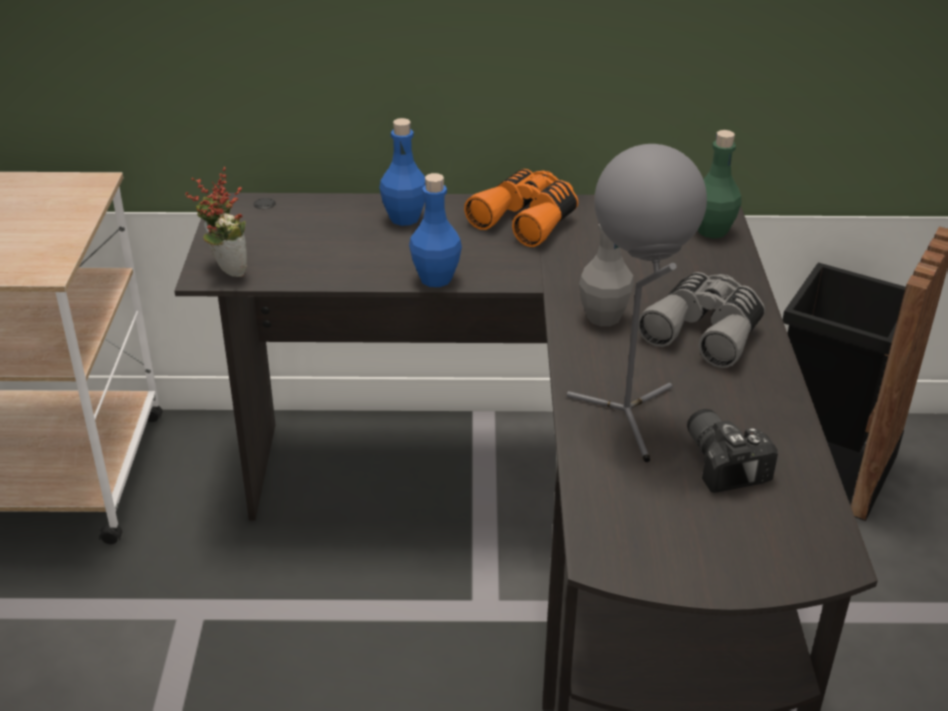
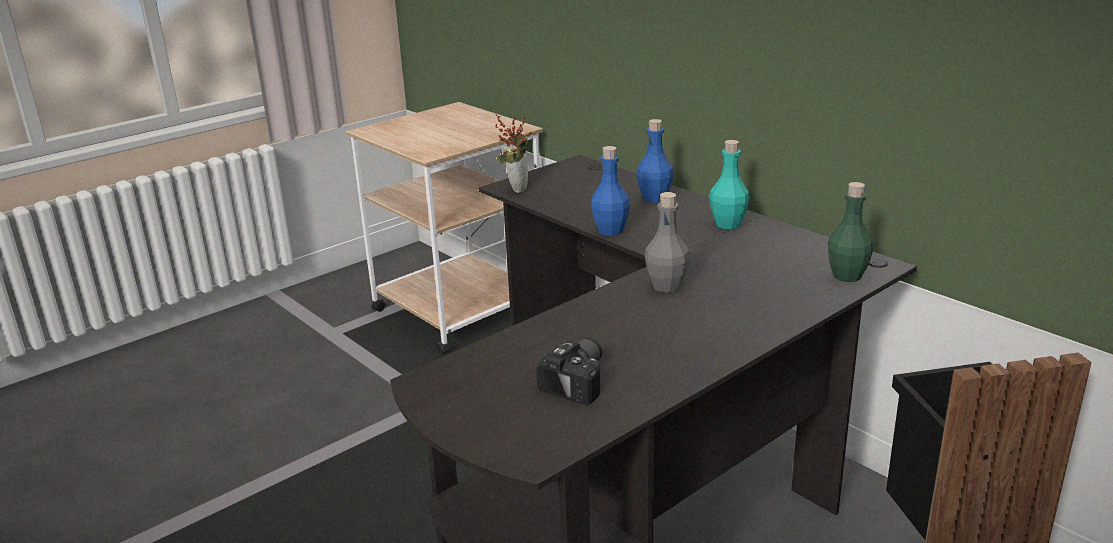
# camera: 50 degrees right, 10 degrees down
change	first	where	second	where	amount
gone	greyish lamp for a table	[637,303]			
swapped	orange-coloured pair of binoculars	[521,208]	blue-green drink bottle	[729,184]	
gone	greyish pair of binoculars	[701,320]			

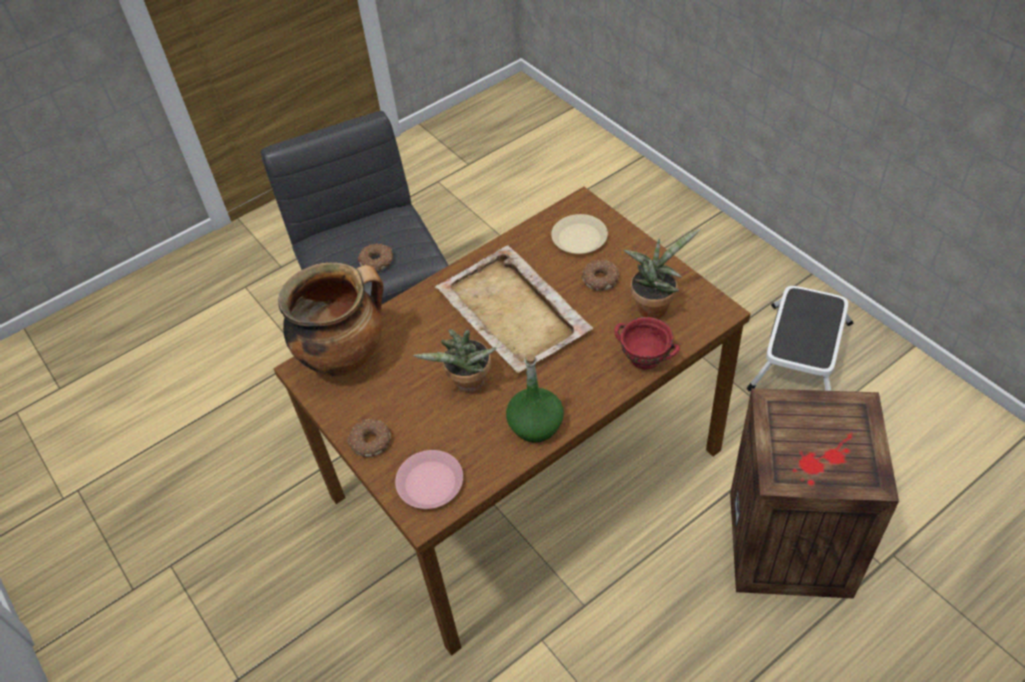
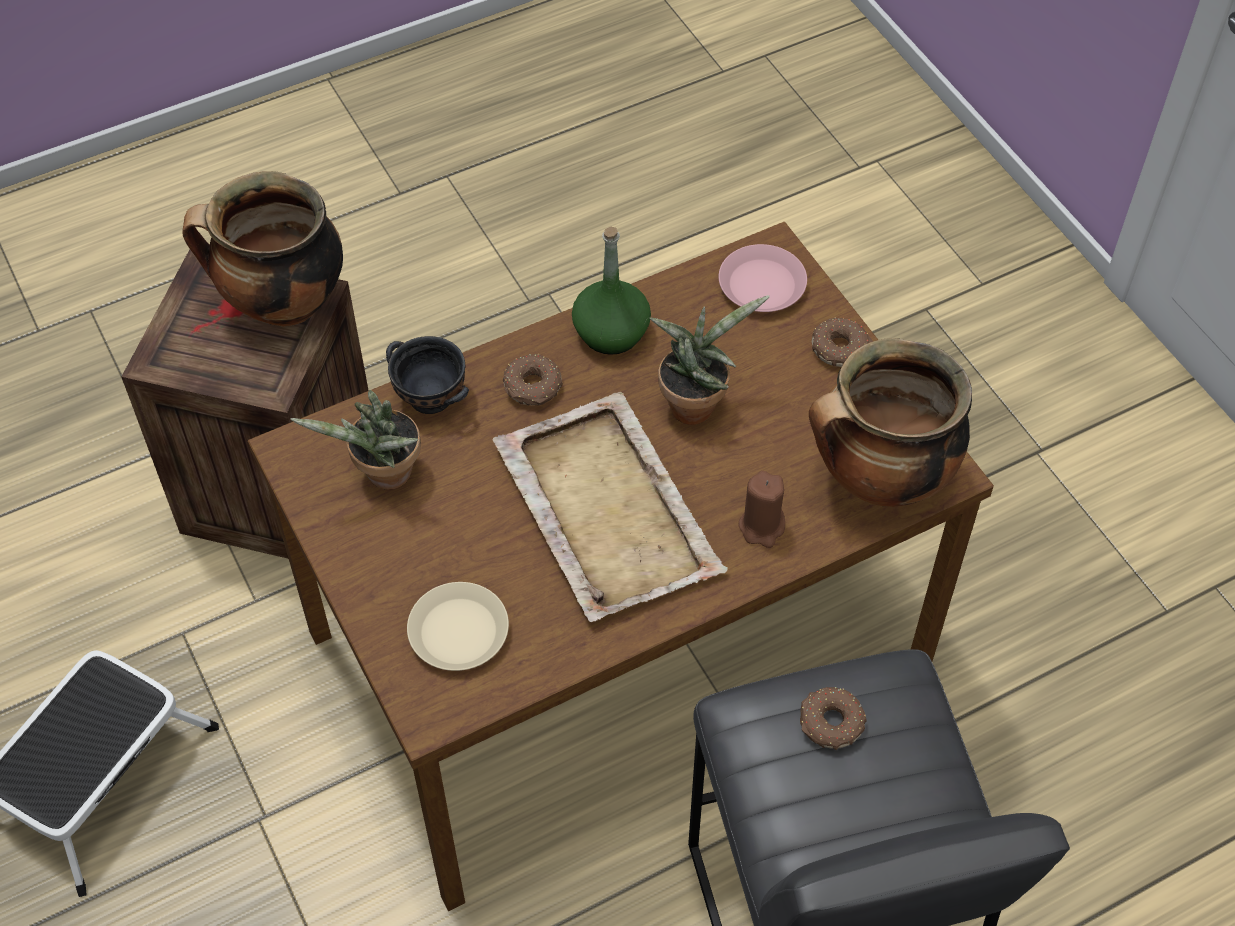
# camera: 175 degrees left, 5 degrees up
change	first	where	second	where	amount
shifted	doughnut	[600,275]		[533,379]	
repainted	red-coloured deep dish	[647,343]	black deep dish	[427,375]	
new			cooking pot	[262,249]	
new			brownish wax candle	[762,509]	

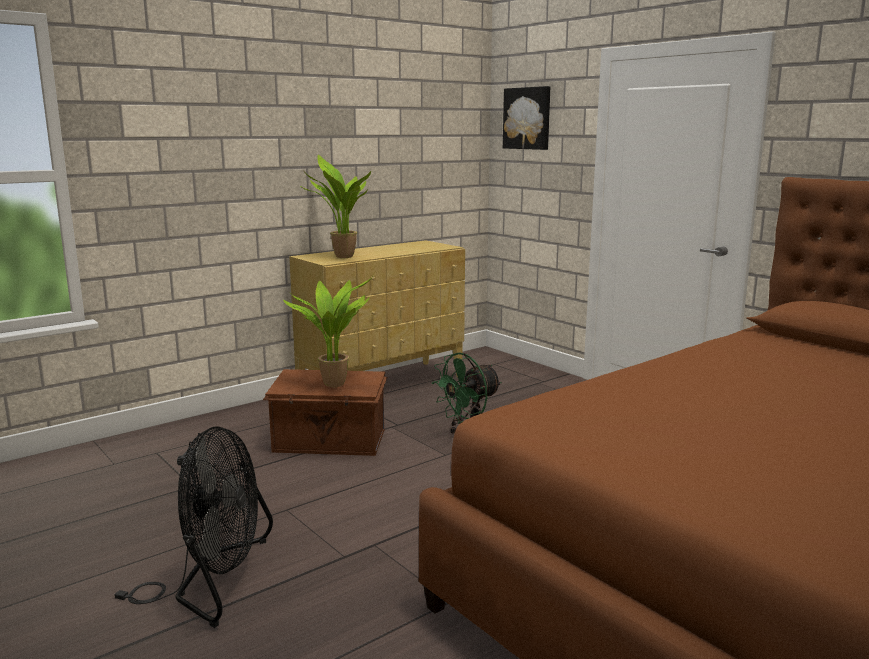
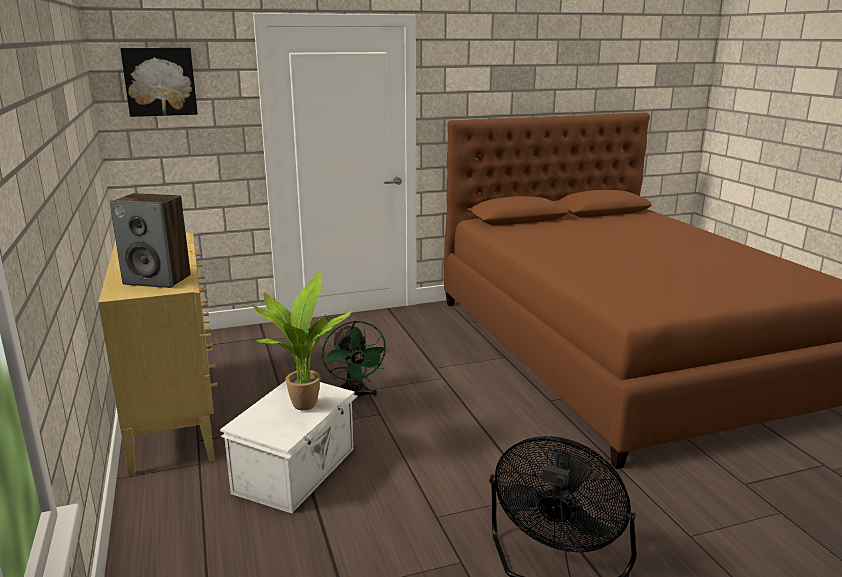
# camera: 70 degrees left, 5 degrees up
change	first	where	second	where	amount
swapped	houseplant	[334,206]	speaker	[150,240]	
repainted	brownish storage container	[325,412]	white-coloured storage container	[288,447]	

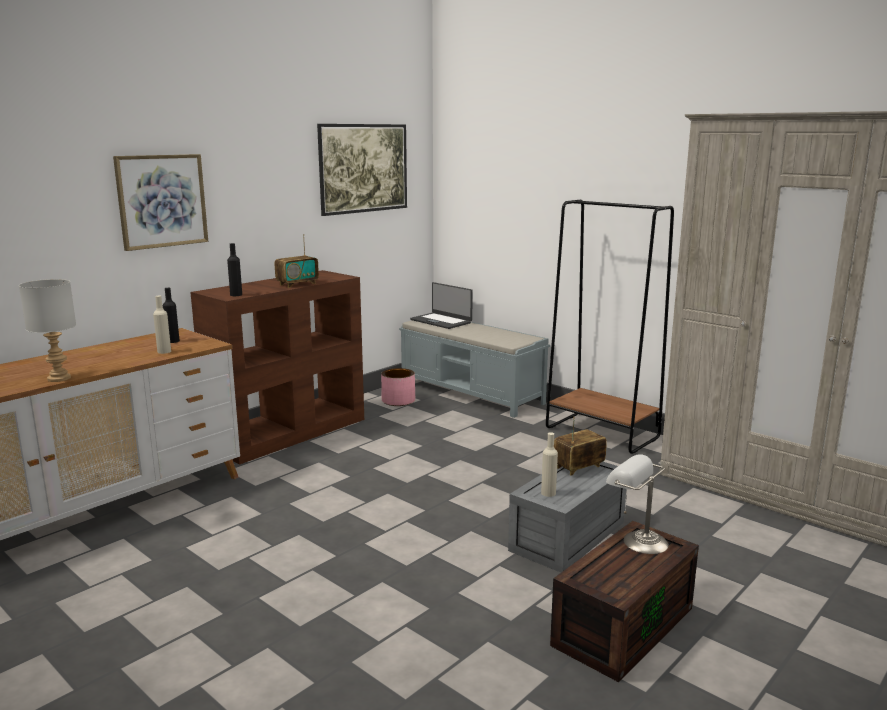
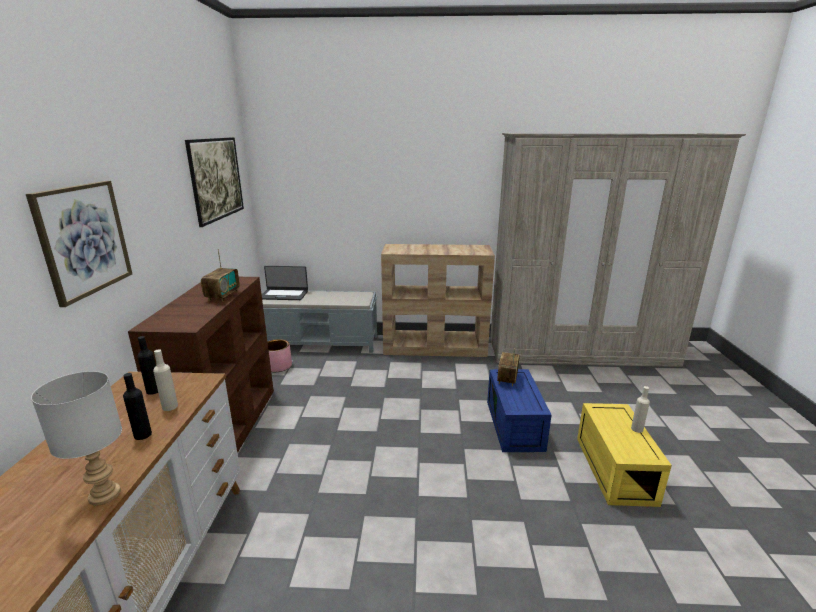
# camera: 40 degrees left, 5 degrees up
change	first	where	second	where	amount
swapped	garment stand	[610,327]	brownish bookshelf	[438,300]	
shifted	black drink bottle	[234,269]		[137,406]	
shifted	beige-coloured drink bottle	[549,464]		[640,409]	
gone	white-coloured lamp for a table	[637,504]			
repainted	greyish storage container	[567,517]	blue-coloured storage container	[519,410]	
repainted	brownish storage container	[624,601]	yellow storage container	[624,455]	

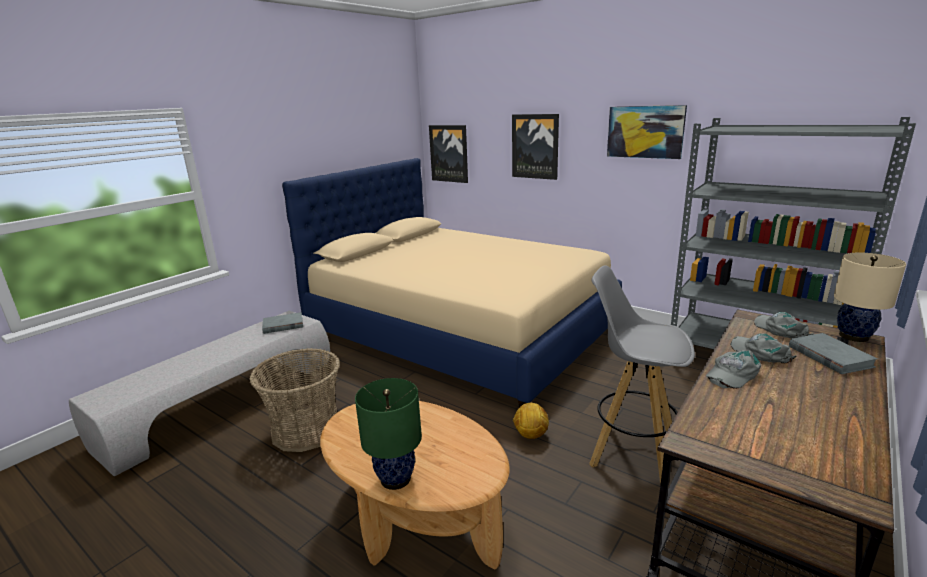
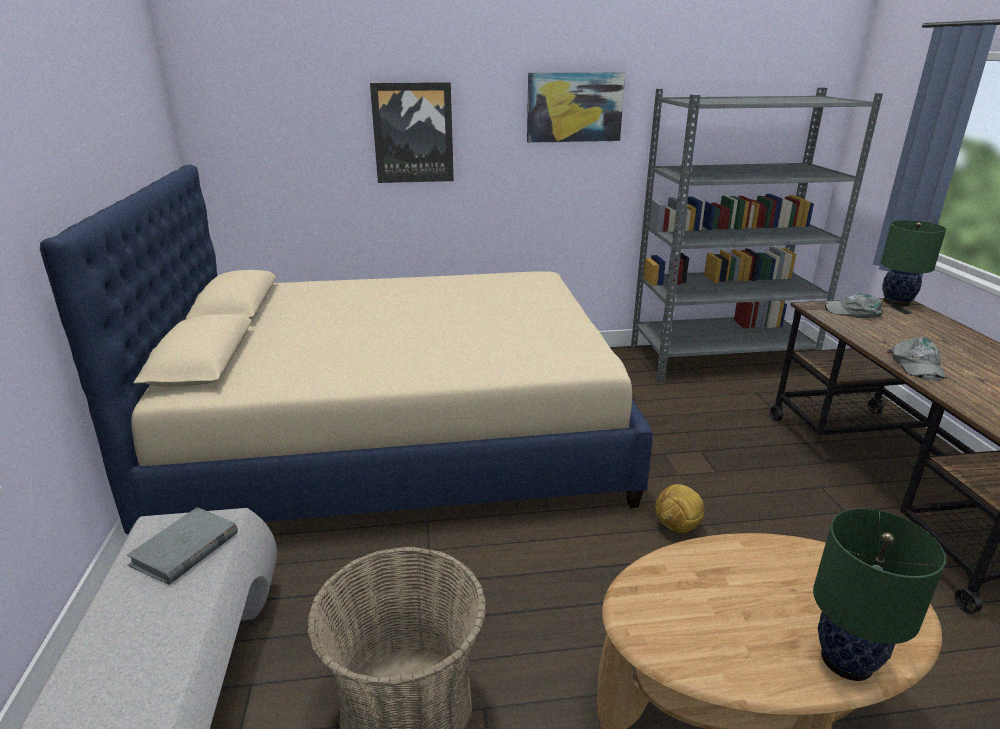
# camera: 45 degrees left, 5 degrees up
change	first	where	second	where	amount
gone	wall picture	[448,154]			
repainted	beige-coloured lamp for a table	[870,297]	green lamp for a table	[913,263]	
gone	greyish stool	[642,374]			
gone	greyish baseball cap	[763,348]			
gone	greyish book	[833,353]			

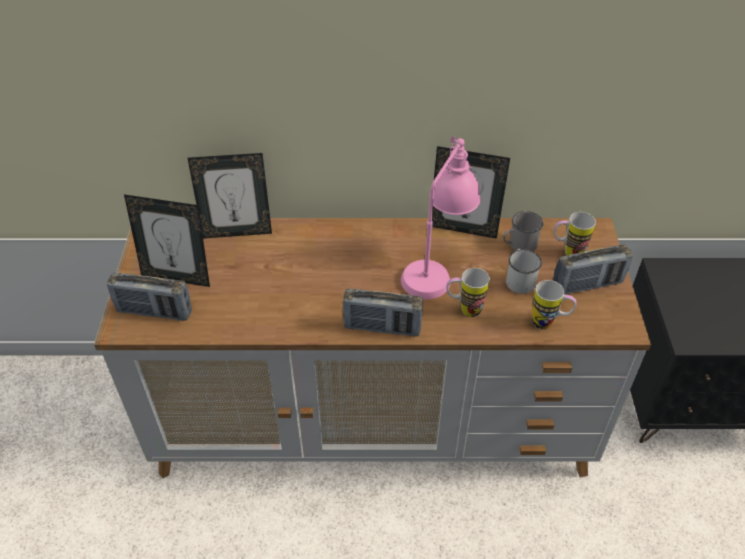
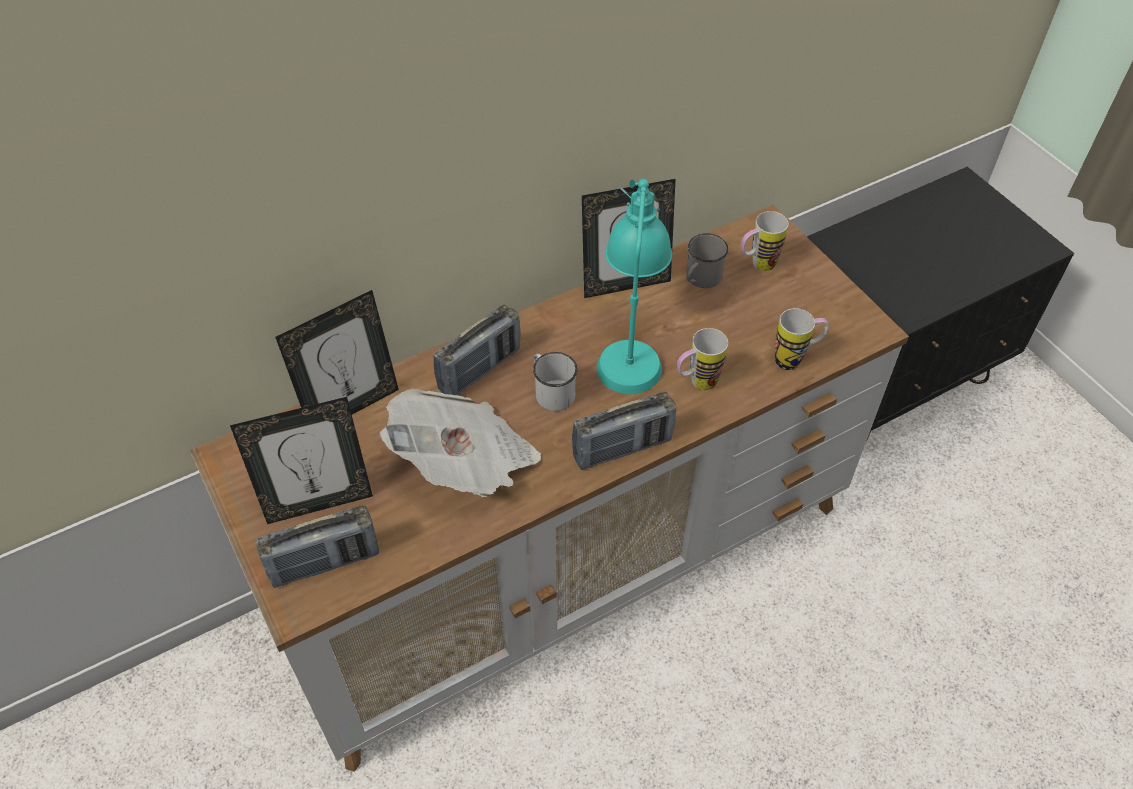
# camera: 30 degrees left, 5 degrees up
change	first	where	second	where	amount
repainted	pink-coloured lamp for a table	[441,217]	blue-green lamp for a table	[634,286]	
shifted	radio	[593,269]		[477,350]	
shifted	white-coloured coffee mug	[524,271]		[555,381]	
new			daily paper	[460,443]	

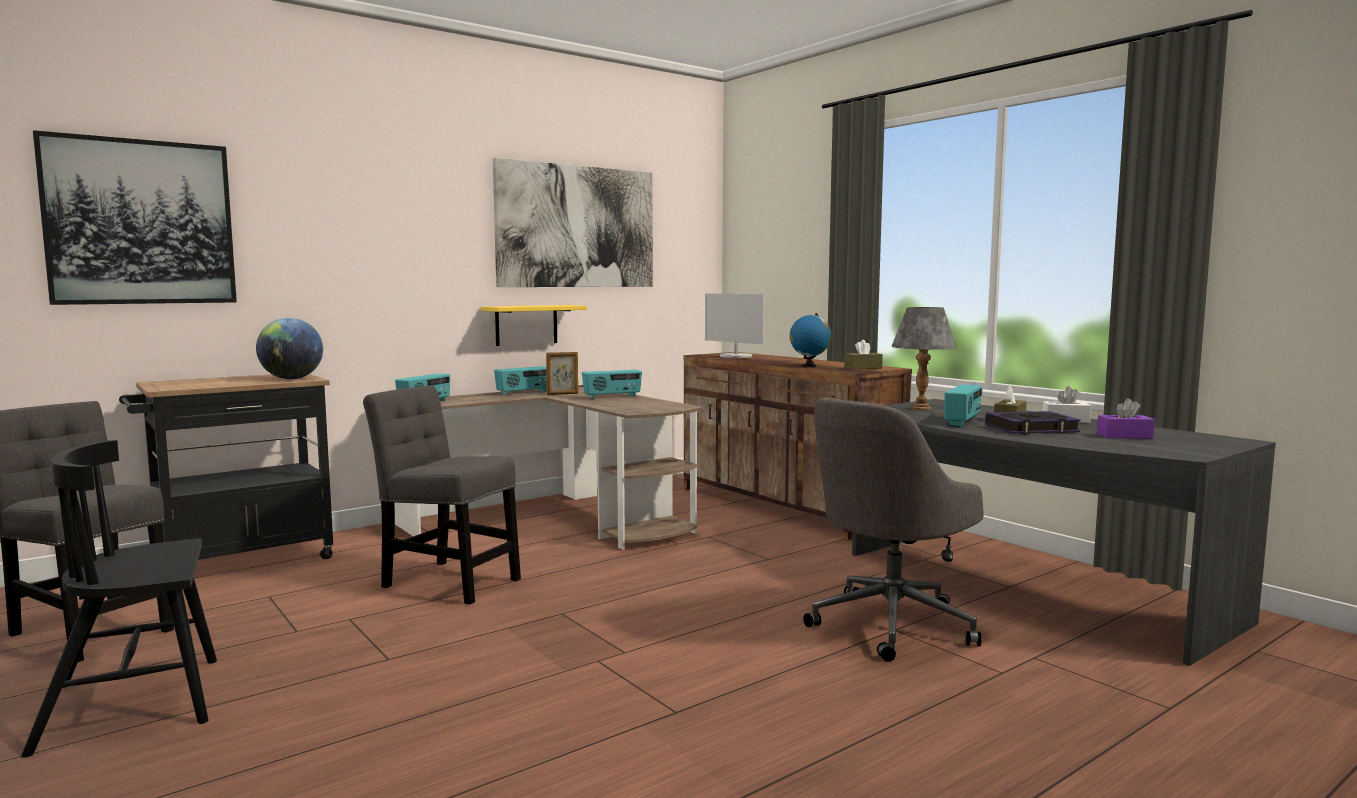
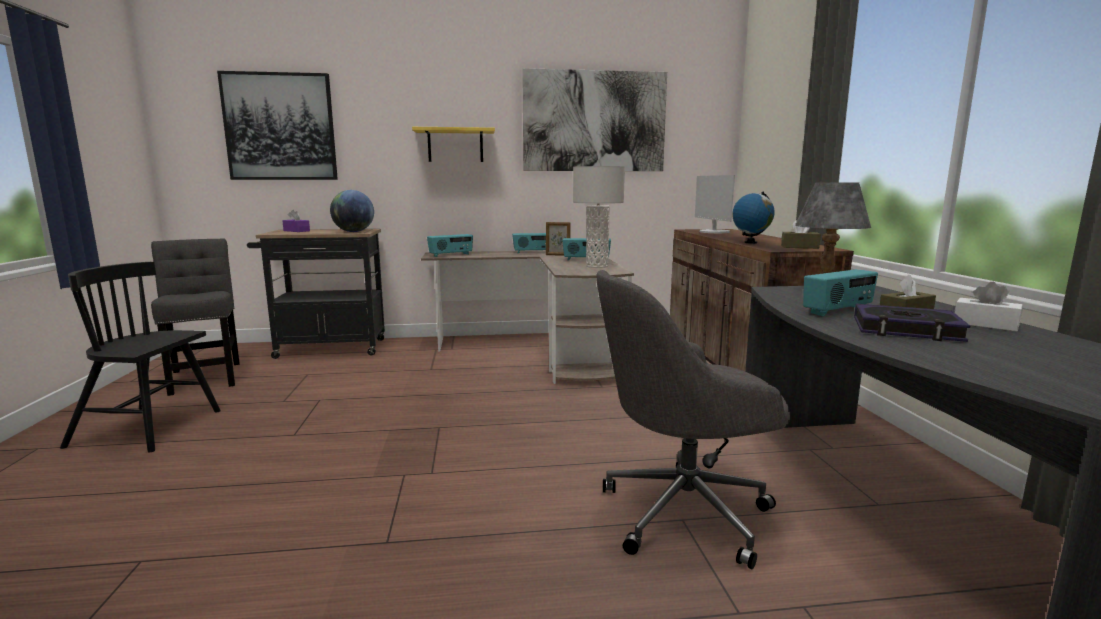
# camera: 30 degrees right, 5 degrees up
change	first	where	second	where	amount
shifted	yellow shelf	[534,325]		[453,144]	
gone	greyish chair	[442,494]			
shifted	purple box of tissues	[1126,418]		[296,221]	
new			white-coloured lamp for a table	[599,217]	

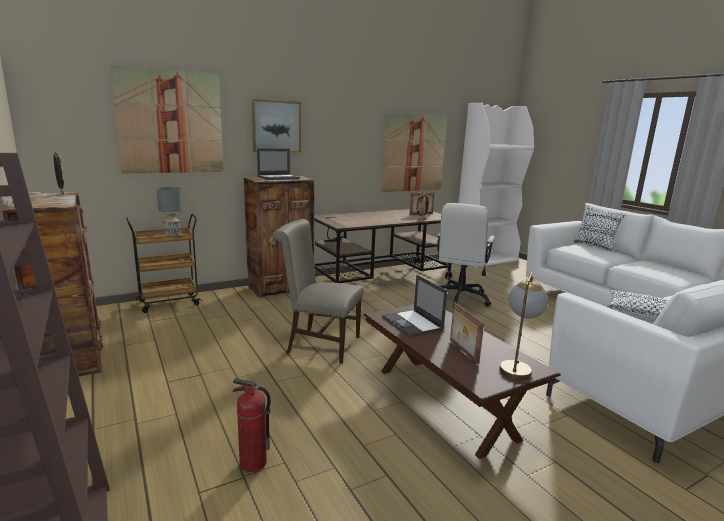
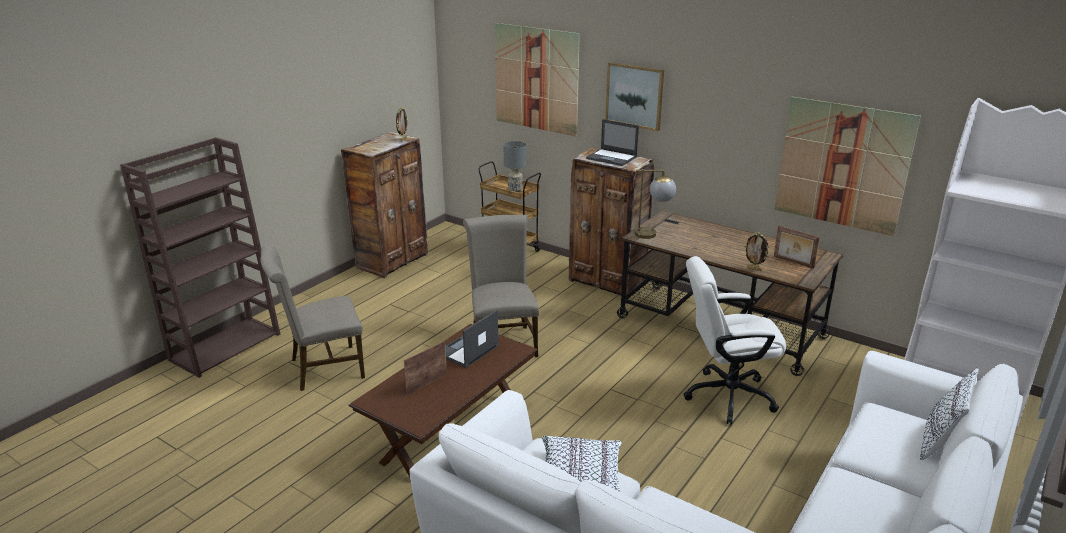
# camera: 65 degrees right, 10 degrees up
change	first	where	second	where	amount
shifted	lamp for a table	[523,326]		[655,204]	
swapped	extinguisher	[251,425]	beige-coloured chair	[313,318]	

